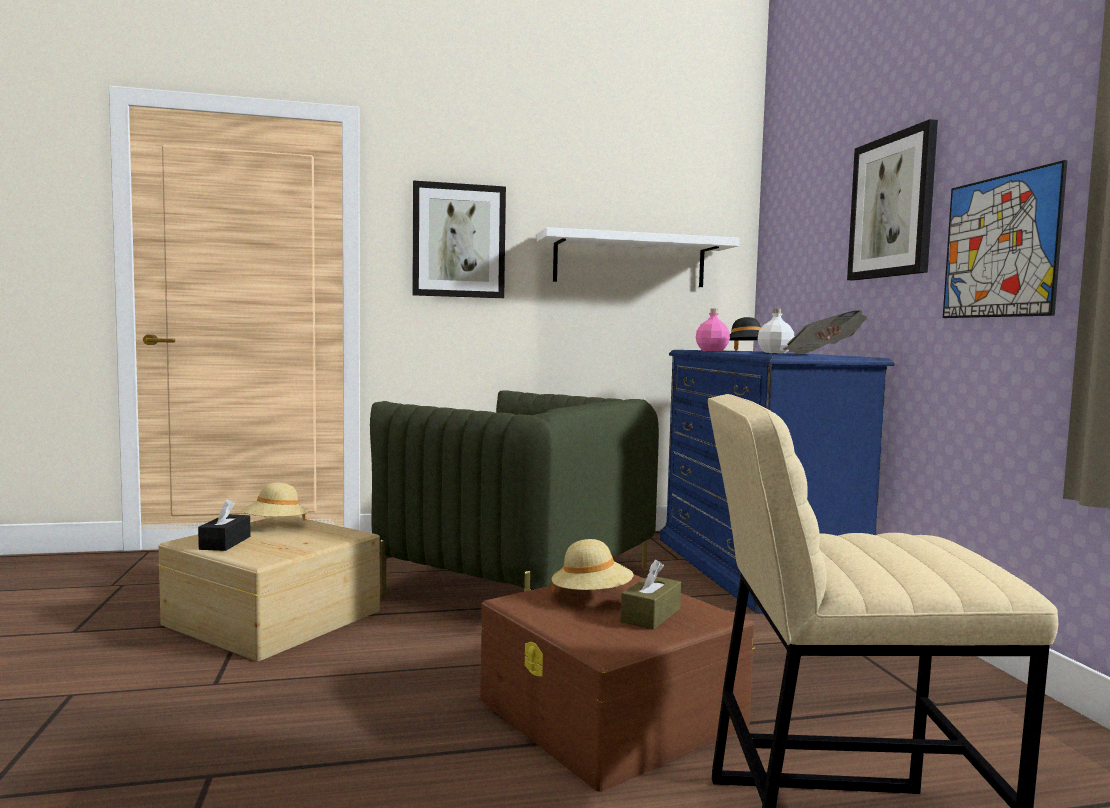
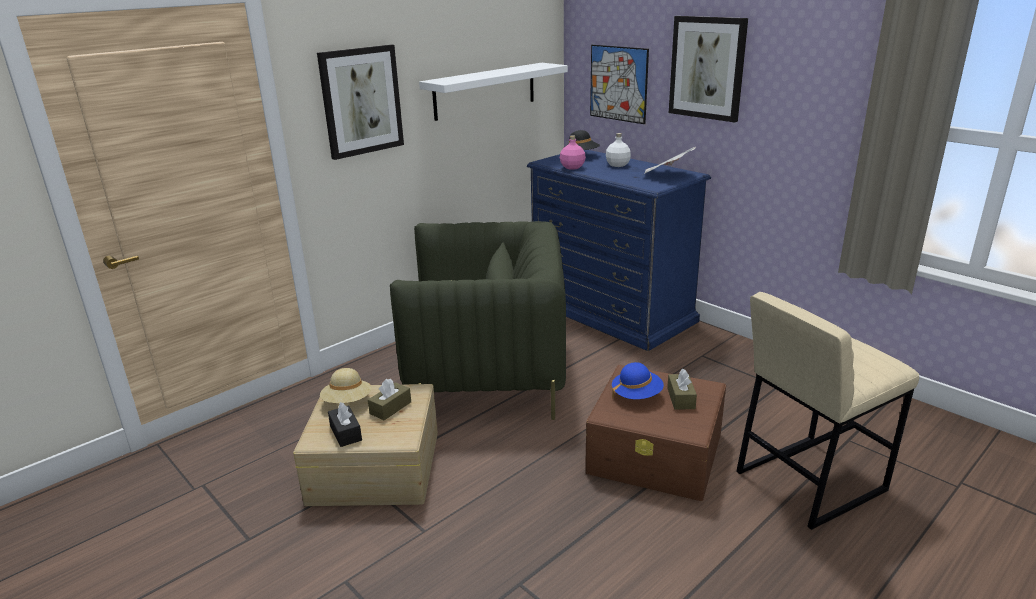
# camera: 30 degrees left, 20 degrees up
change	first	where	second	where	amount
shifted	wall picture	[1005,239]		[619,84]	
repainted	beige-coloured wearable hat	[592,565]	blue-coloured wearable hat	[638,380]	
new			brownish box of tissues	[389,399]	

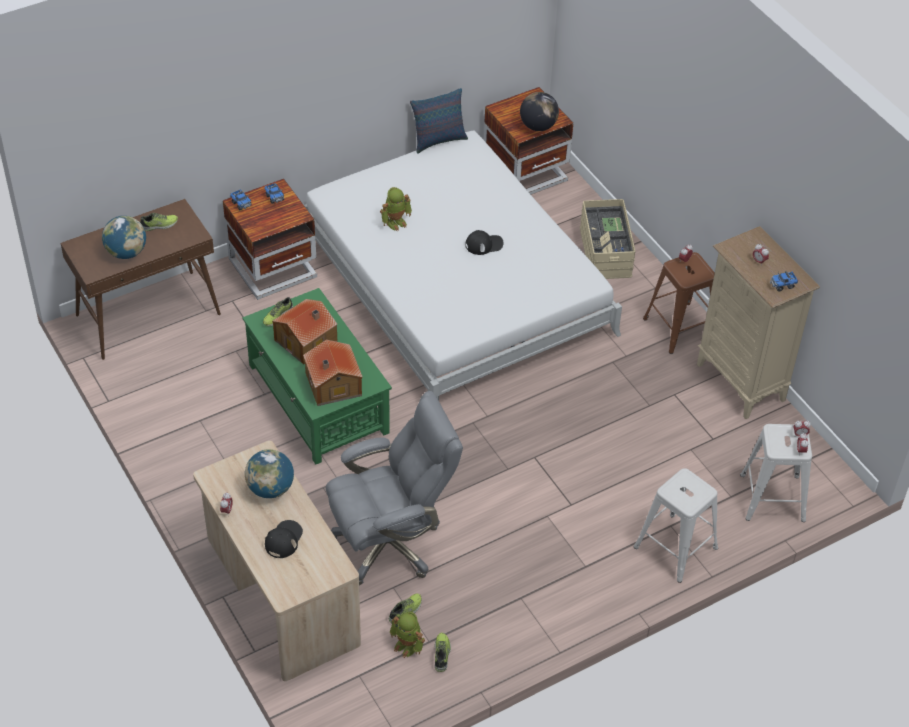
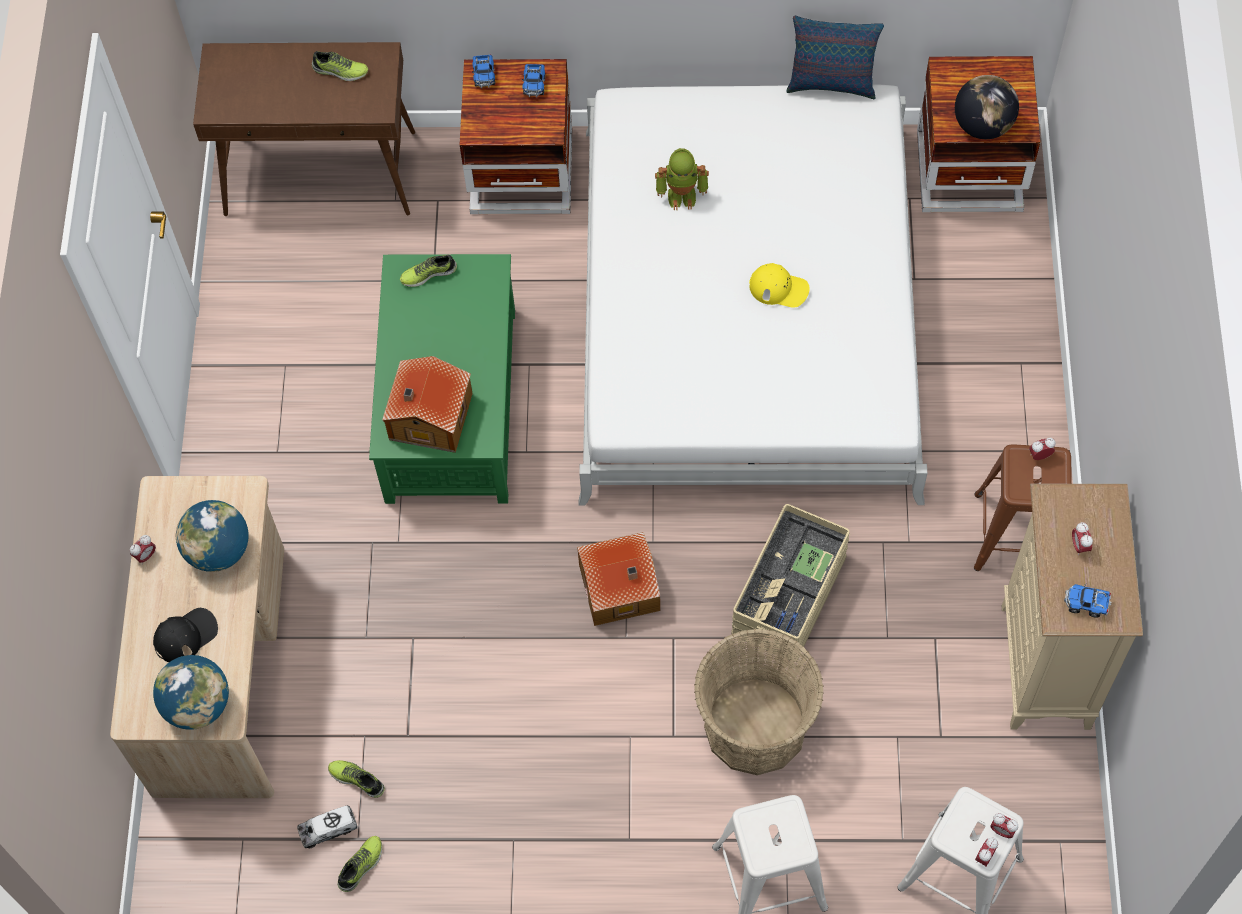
# camera: 35 degrees right, 15 degrees up
change	first	where	second	where	amount
shifted	beige-coloured storage container	[607,239]		[791,581]	
shifted	desk globe	[124,237]		[191,692]	
repainted	black baseball cap	[484,242]	yellow baseball cap	[779,285]	
shifted	miniature house	[305,332]		[618,579]	
gone	greyish desk chair	[394,488]			
rotated	low shoe	[405,608]		[356,779]	135 degrees counterclockwise
swapped	robot figure	[407,635]	toy lorry	[327,826]	
new			basket	[759,702]	

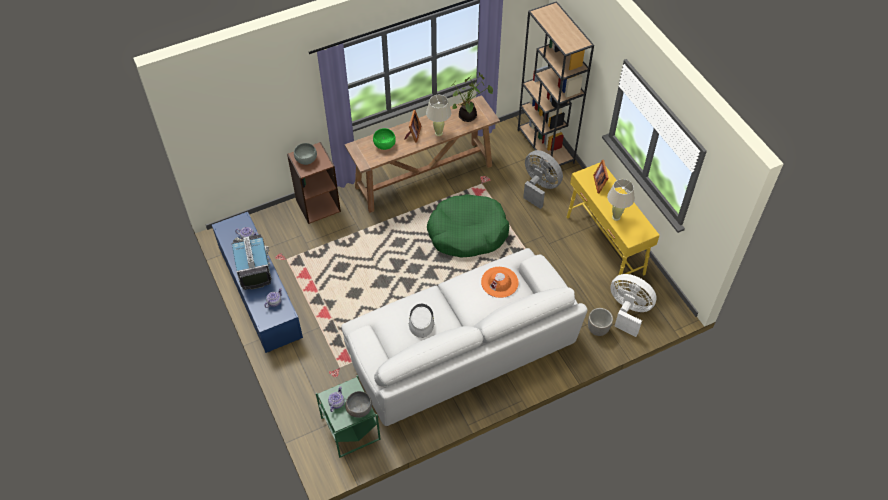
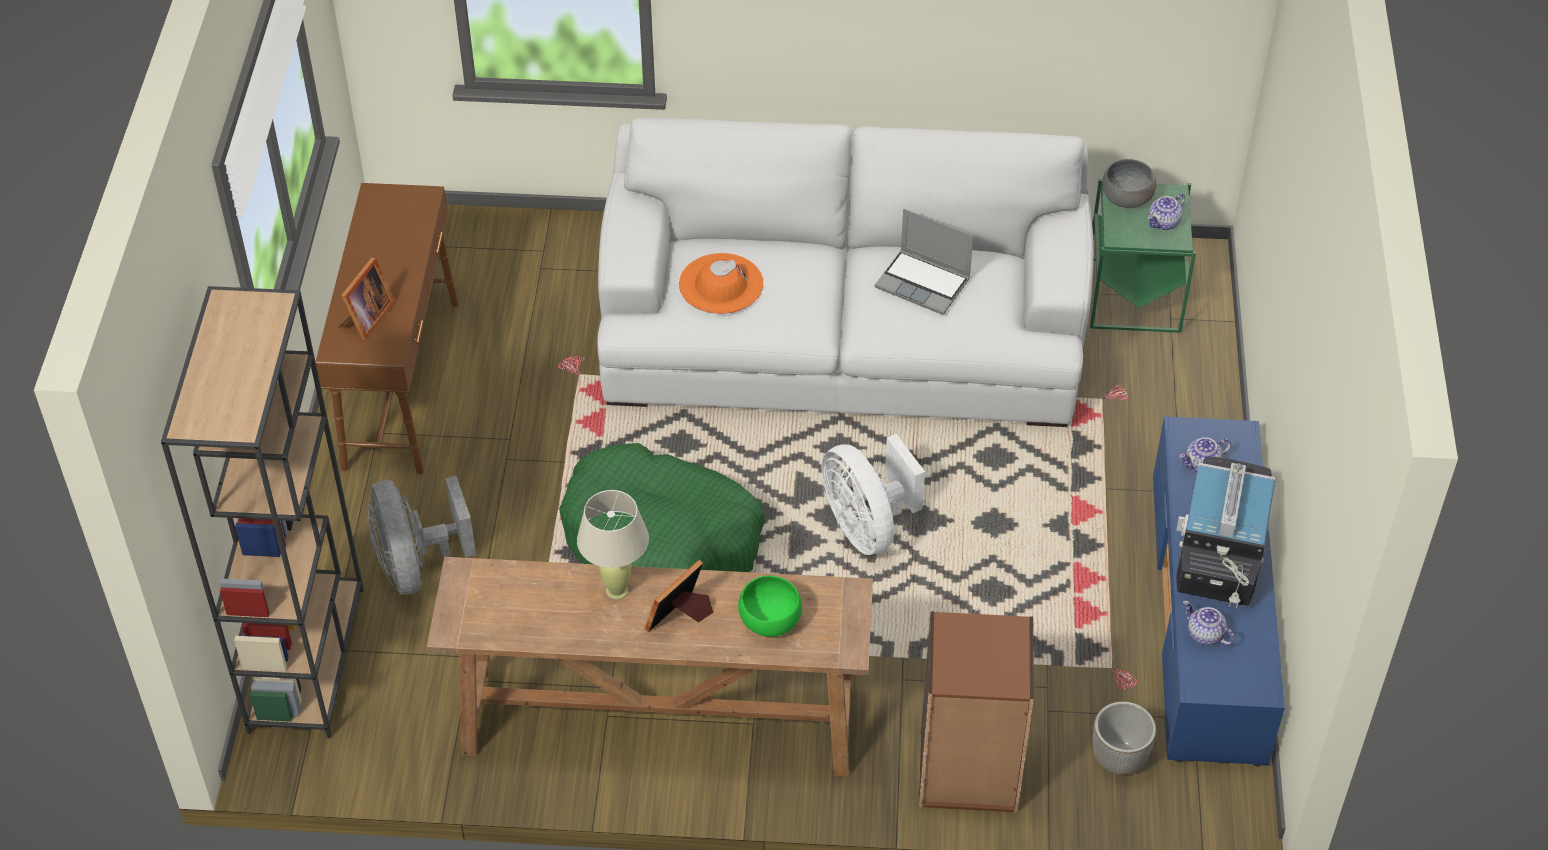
# camera: 150 degrees left, 5 degrees down
change	first	where	second	where	amount
gone	houseplant	[472,97]			
gone	greyish deep dish	[305,154]			
repainted	yellow hall table	[613,224]	brownish hall table	[387,328]	
gone	beige-coloured lamp for a table	[621,200]			
shifted	white-coloured cooling fan	[633,305]		[873,494]	
swapped	greyish wearable hat	[421,321]	notebook computer	[924,262]	
shifted	planter	[600,322]		[1124,738]	

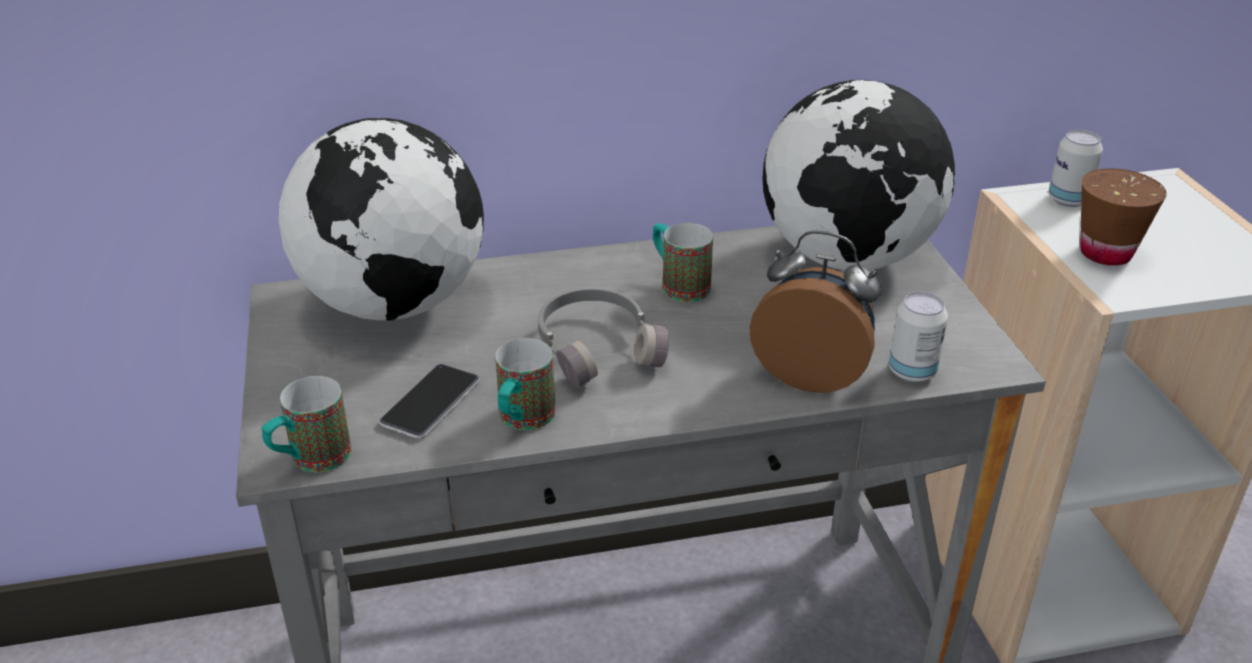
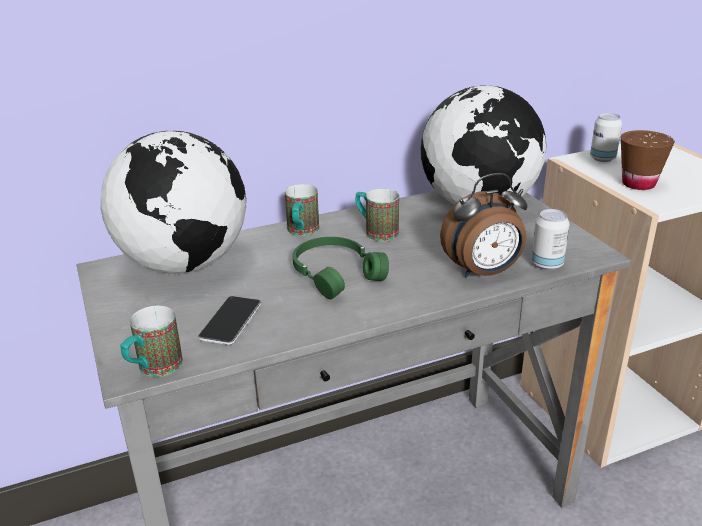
# camera: 10 degrees left, 5 degrees down
change	first	where	second	where	amount
rotated	alarm clock	[815,311]		[483,225]	150 degrees clockwise
repainted	greyish headset	[603,338]	green headset	[341,268]	
shifted	coffee mug	[525,384]		[302,210]	

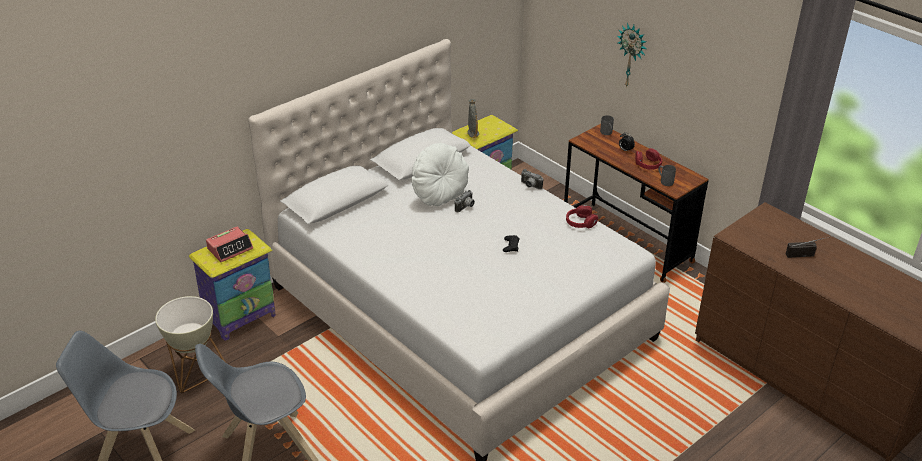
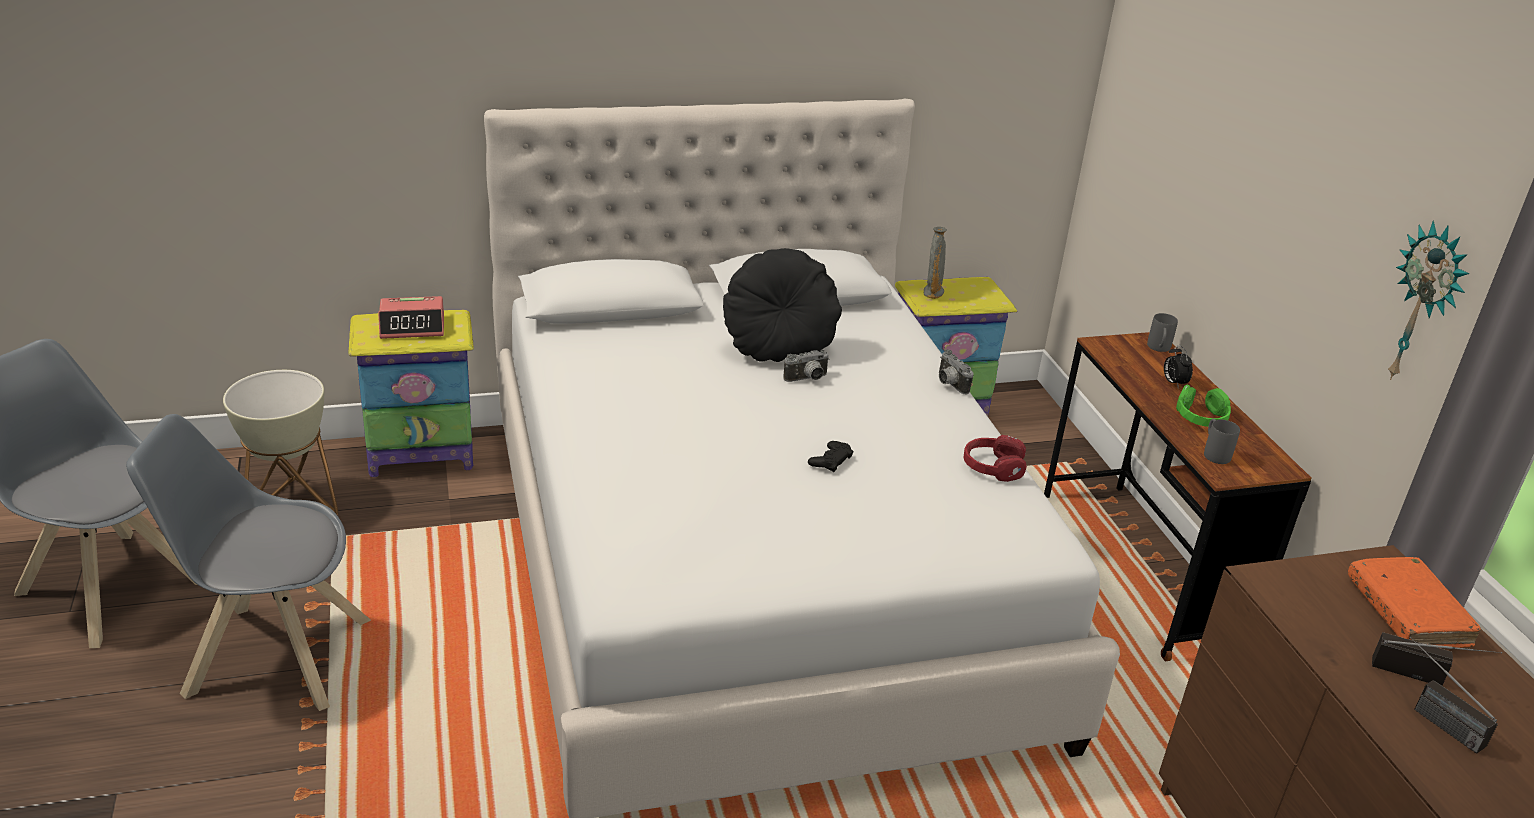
# camera: 25 degrees right, 5 degrees down
change	first	where	second	where	amount
shifted	hanging clock	[632,55]		[1428,300]	
repainted	white-coloured cushion	[440,174]	black cushion	[782,305]	
repainted	red-coloured headset	[648,159]	green headset	[1203,406]	
new			orange-coloured book	[1414,602]	
new			radio	[1453,695]	

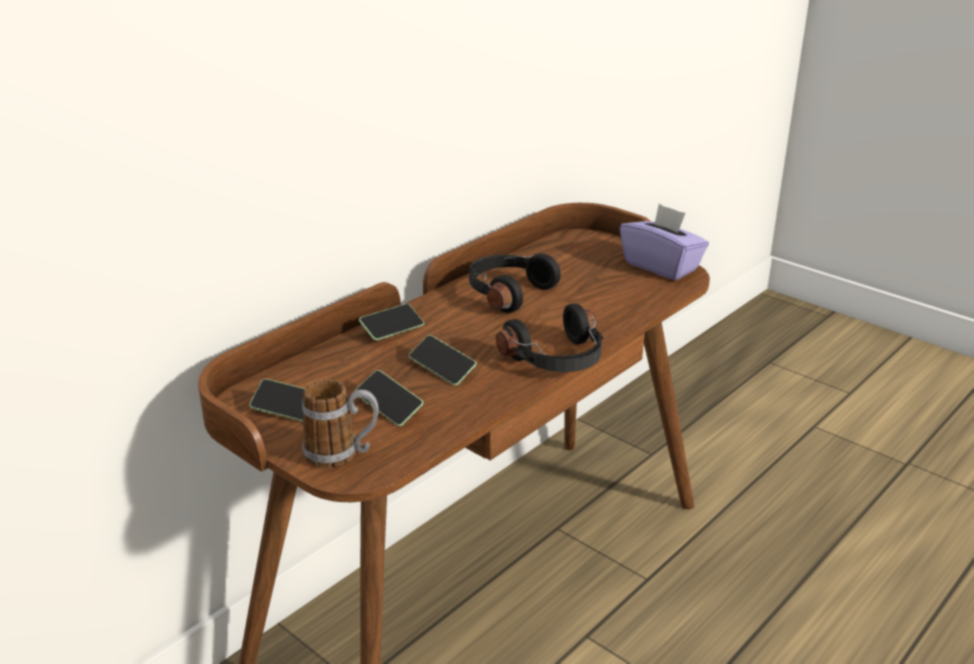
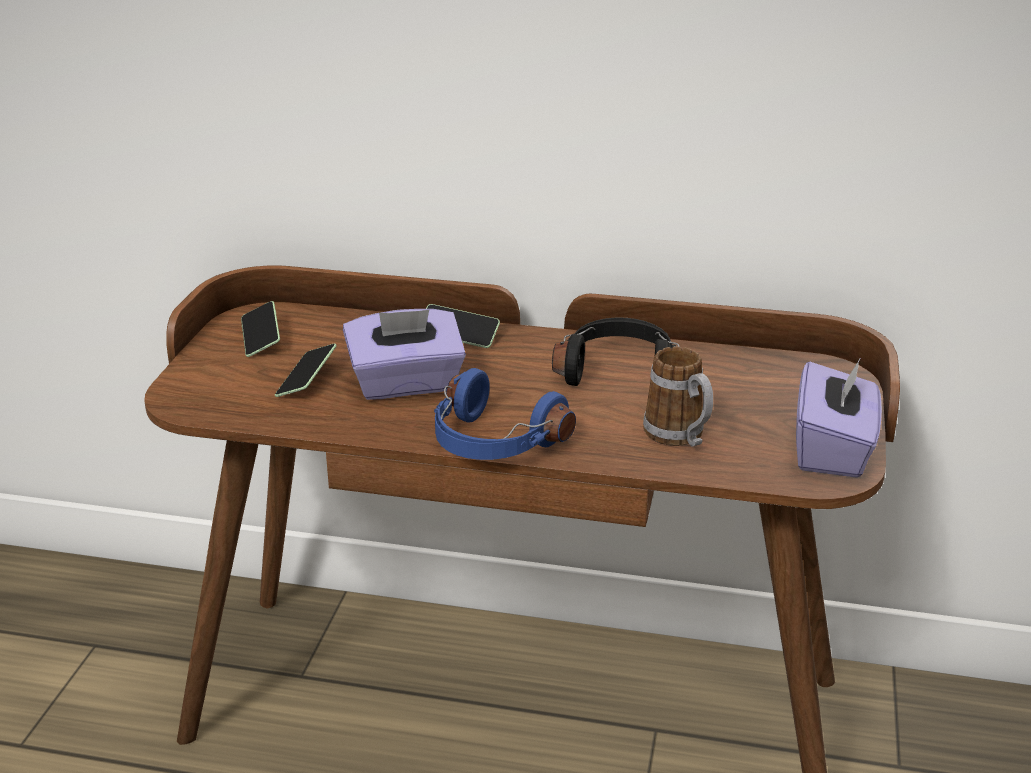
# camera: 60 degrees right, 0 degrees up
change	first	where	second	where	amount
repainted	black headset	[550,338]	blue-coloured headset	[505,414]	
swapped	handset	[442,360]	purple box of tissues	[404,354]	
shifted	coffee mug	[340,423]		[678,397]	

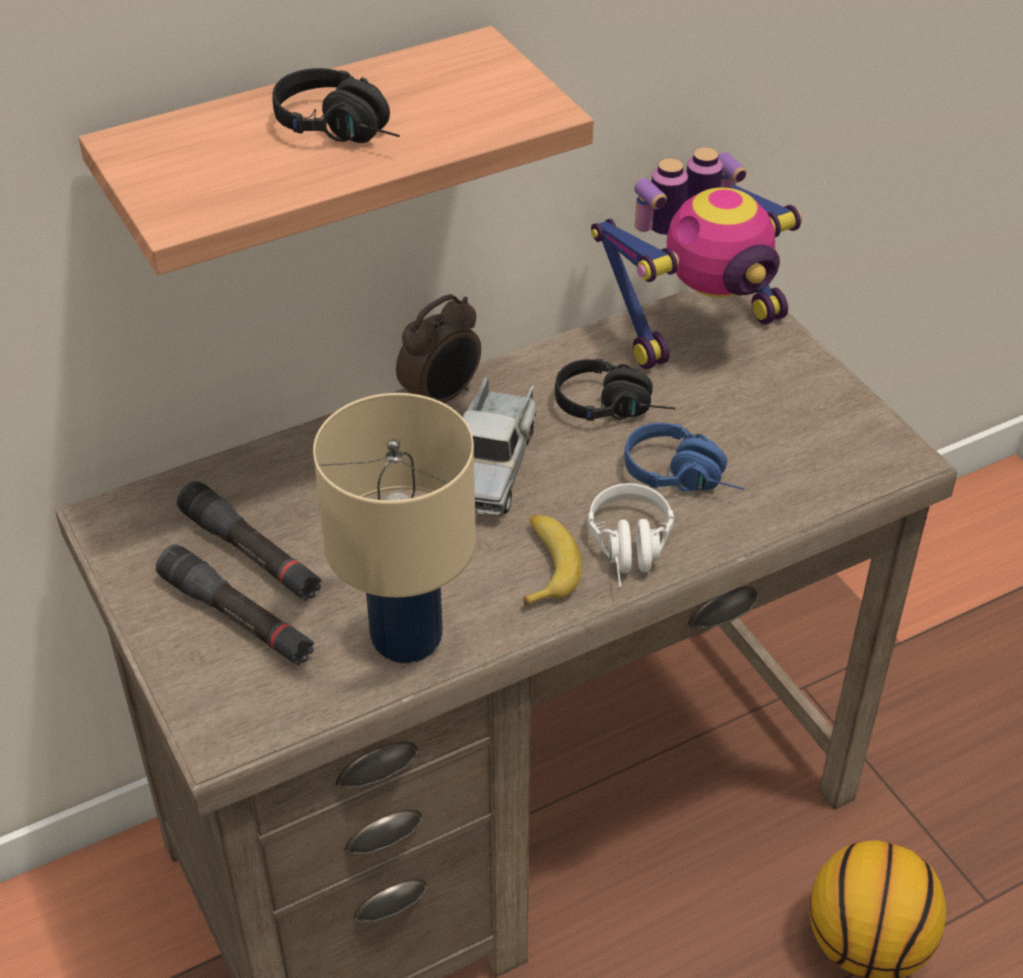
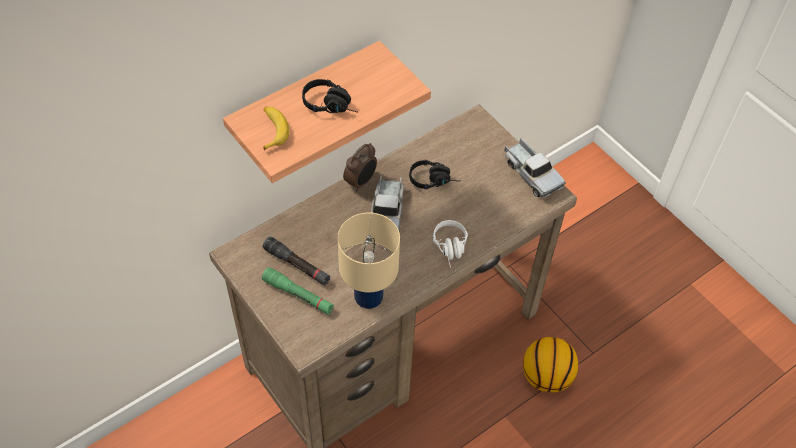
# camera: 10 degrees left, 10 degrees up
change	first	where	second	where	amount
gone	robot figure	[696,258]			
gone	blue-coloured headset	[684,457]			
shifted	banana	[553,560]		[276,129]	
repainted	black torch	[235,604]	green torch	[298,291]	
new			toy lorry	[535,168]	

